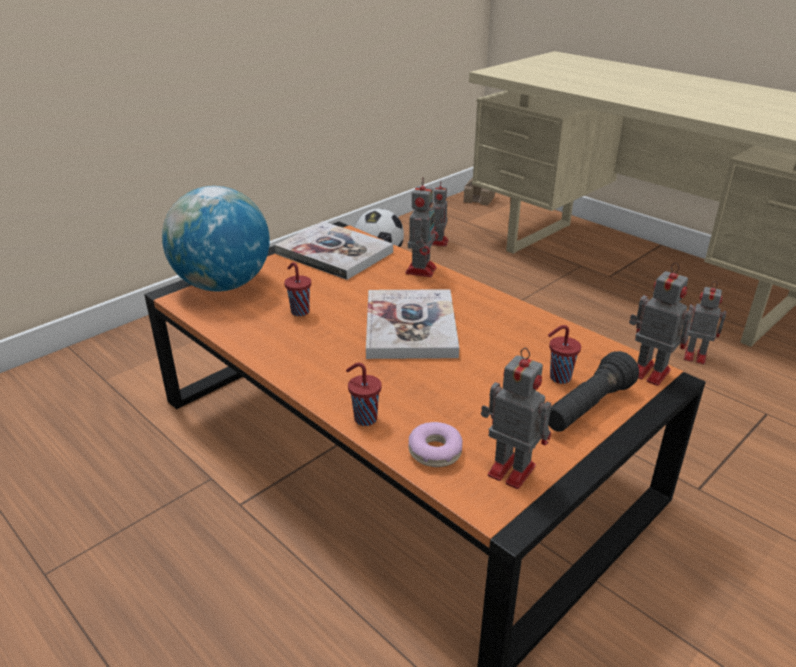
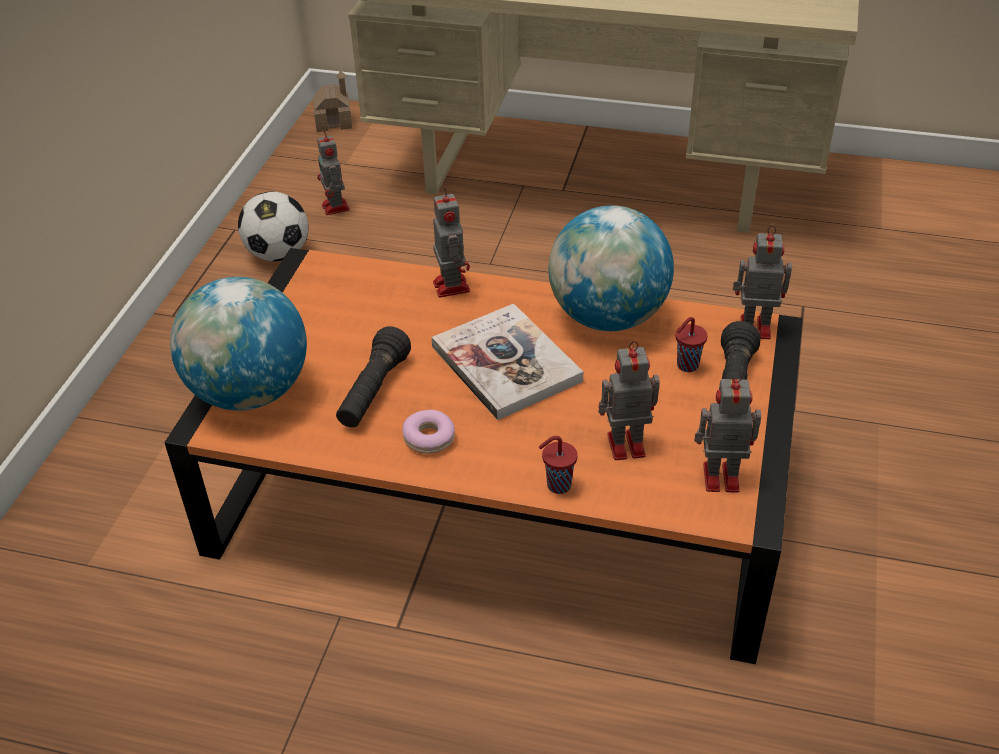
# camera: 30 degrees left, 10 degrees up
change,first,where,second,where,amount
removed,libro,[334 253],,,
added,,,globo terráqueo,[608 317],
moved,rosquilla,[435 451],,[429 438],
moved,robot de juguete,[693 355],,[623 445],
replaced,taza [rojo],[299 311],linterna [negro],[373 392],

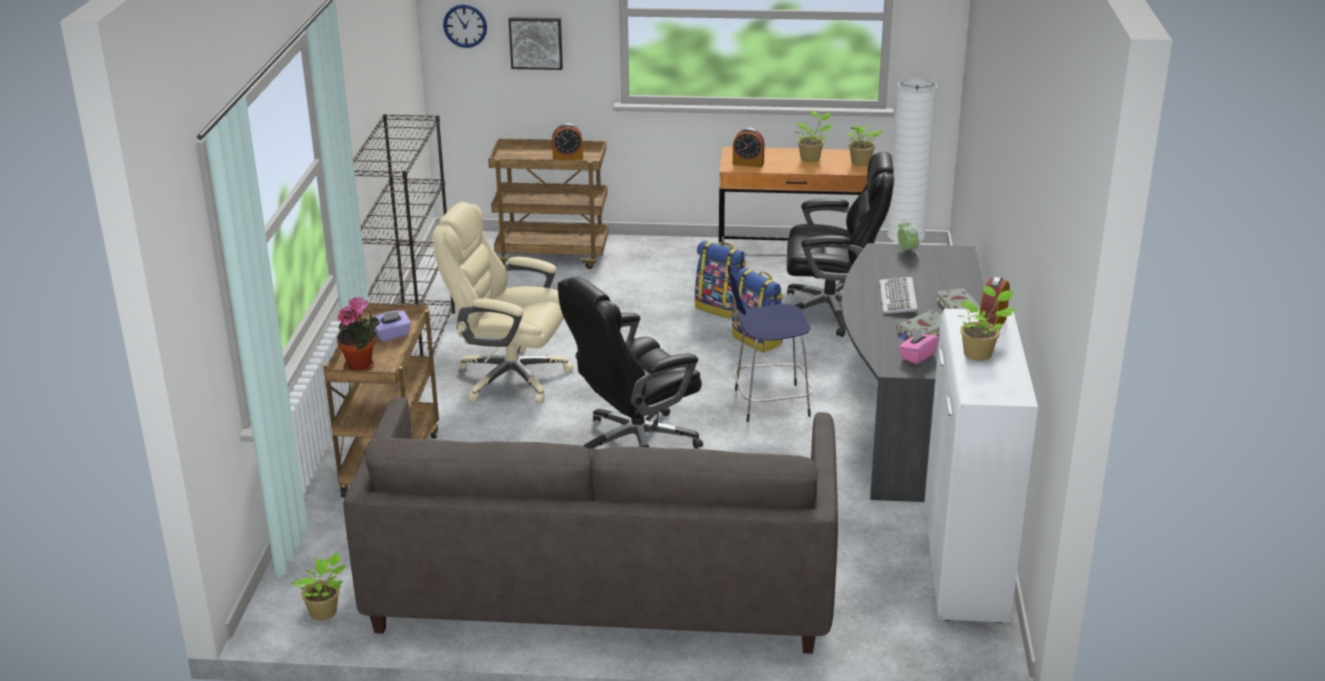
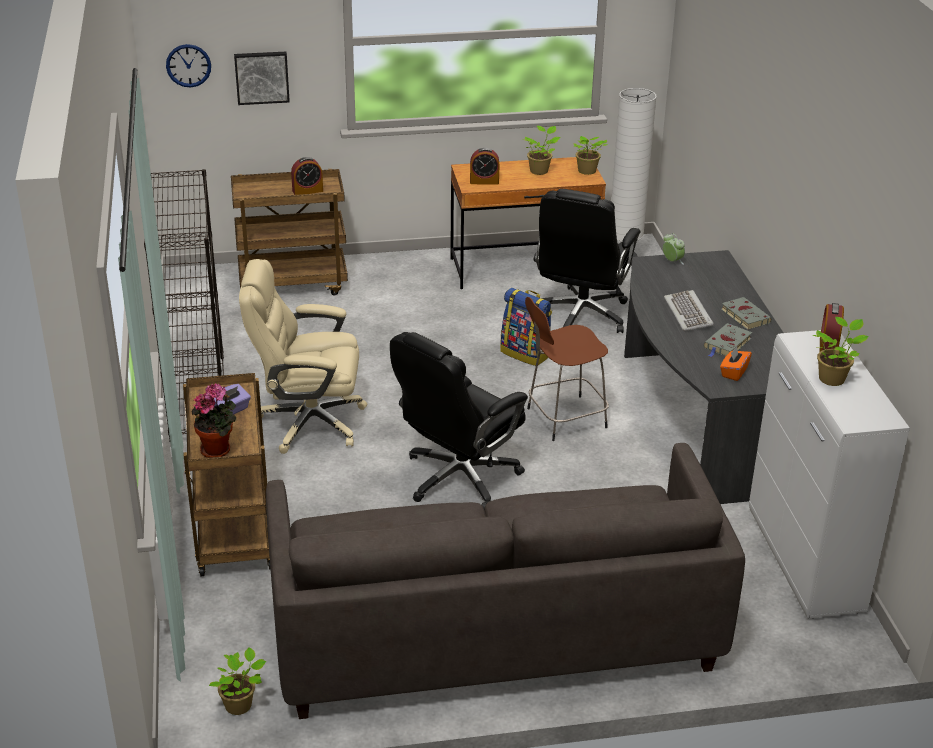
# camera: 15 degrees left, 5 degrees up
change,first,where,second,where,amount
removed,mochila,[721 308],,,
recoloured,taburete [azul],[768 403],taburete [marrón],[563 418],
recoloured,caja de pañuelos [rosa],[917 356],caja de pañuelos [naranja],[734 372],
turned,silla de oficina [negro],[832 311],,[581 315],120 degrees clockwise

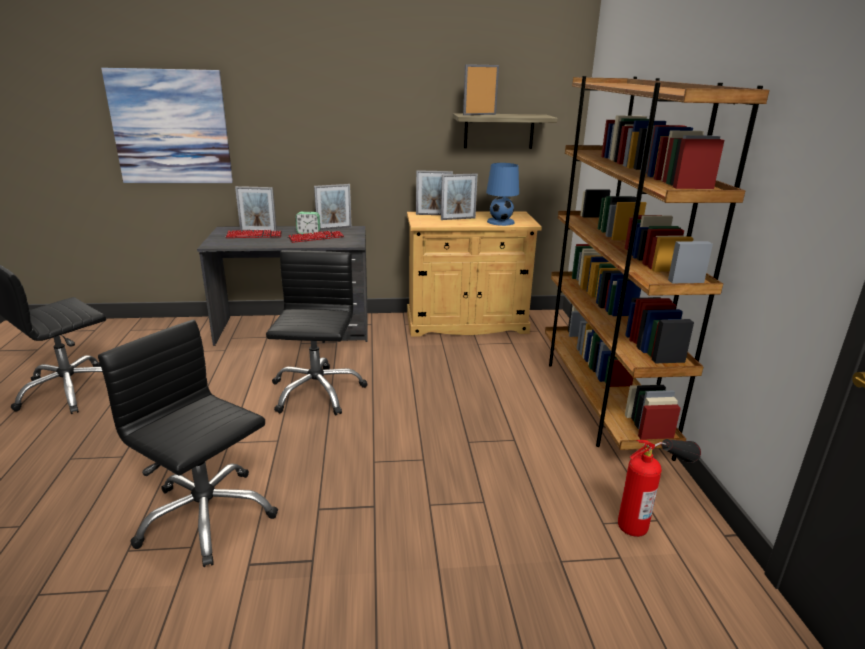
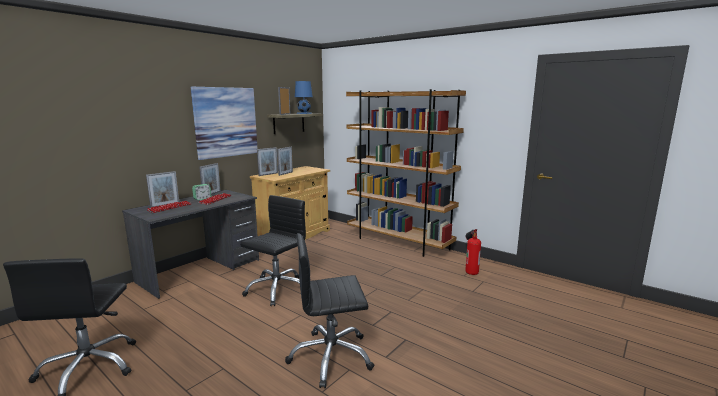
# camera: 45 degrees left, 10 degrees down
change,first,where,second,where,amount
moved,cuadro,[171 127],,[226 122],
moved,lámpara de mesa [azul],[500 222],,[304 113],
turned,silla de oficina [negro],[316 391],,[277 289],75 degrees clockwise

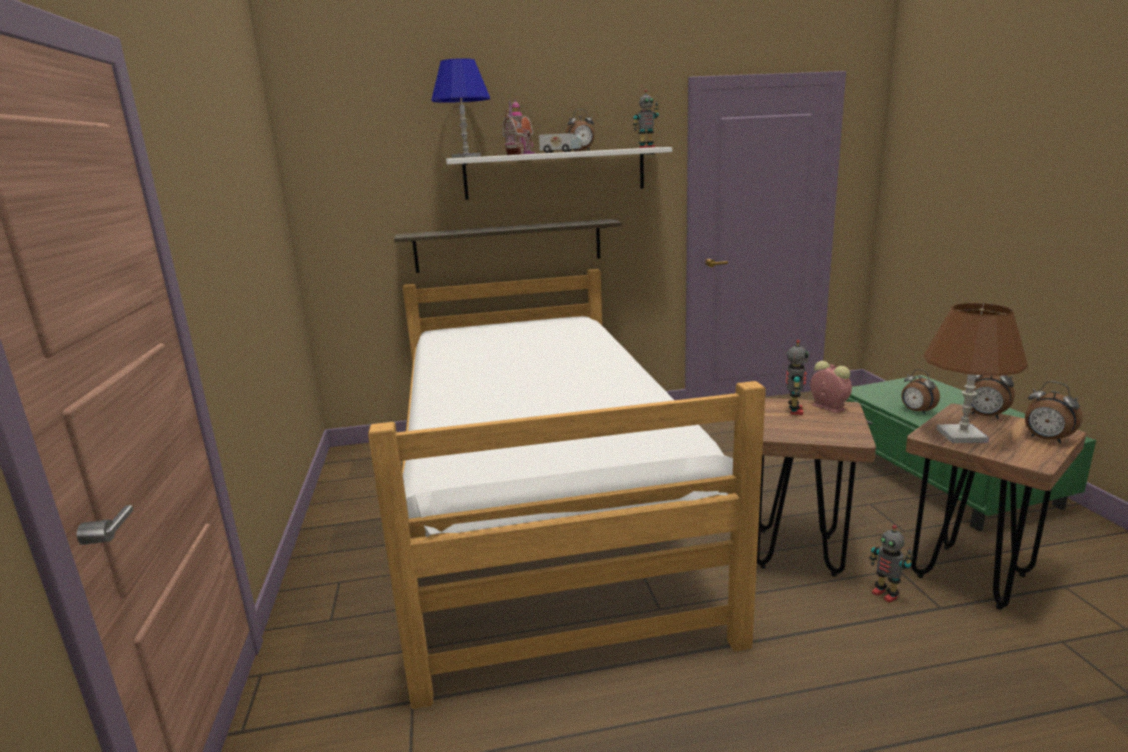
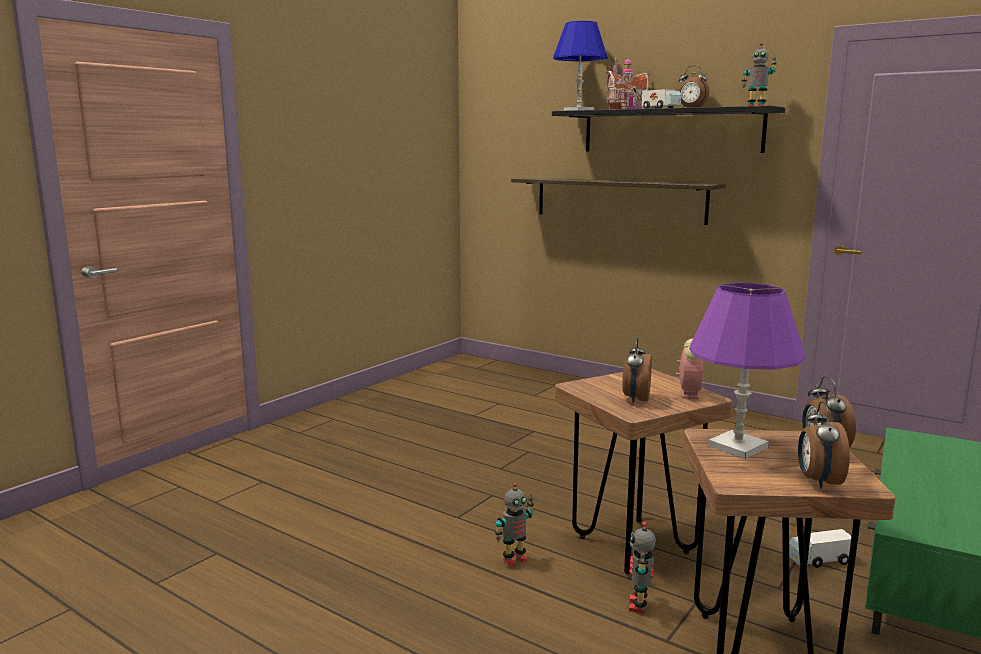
# camera: 45 degrees right, 5 degrees down
change,first,where,second,where,amount
removed,cama,[541 511],,,
added,,,camión de juguete,[819 560],
moved,robot de juguete,[794 411],,[514 559],
moved,despertador,[916 411],,[635 399],
recoloured,estante [blanco],[555 173],estante [negro],[670 131],
recoloured,lámpara de mesa [marrón],[962 436],lámpara de mesa [morado],[737 447],

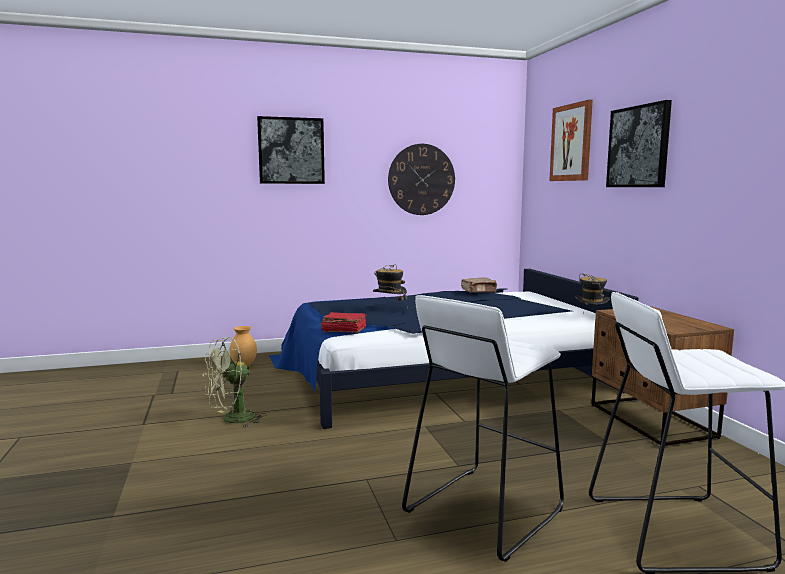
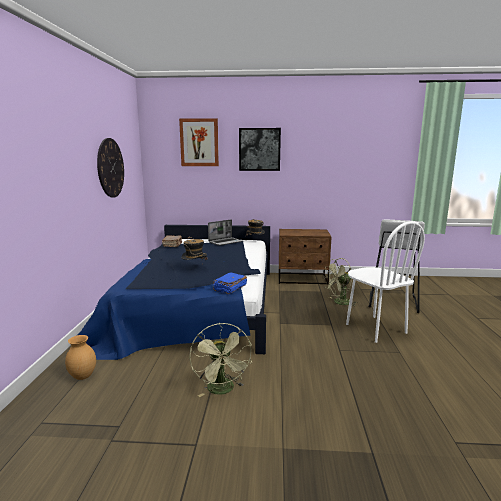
# camera: 70 degrees left, 5 degrees up
change,first,where,second,where,amount
removed,cuadro,[291 151],,,
added,,,portátil,[225 242],
added,,,ventilador [verde],[339 303],
replaced,taburete [blanco],[482 510],silla [blanco],[375 329],
recoloured,libro [rojo],[343 330],libro [azul],[229 288],

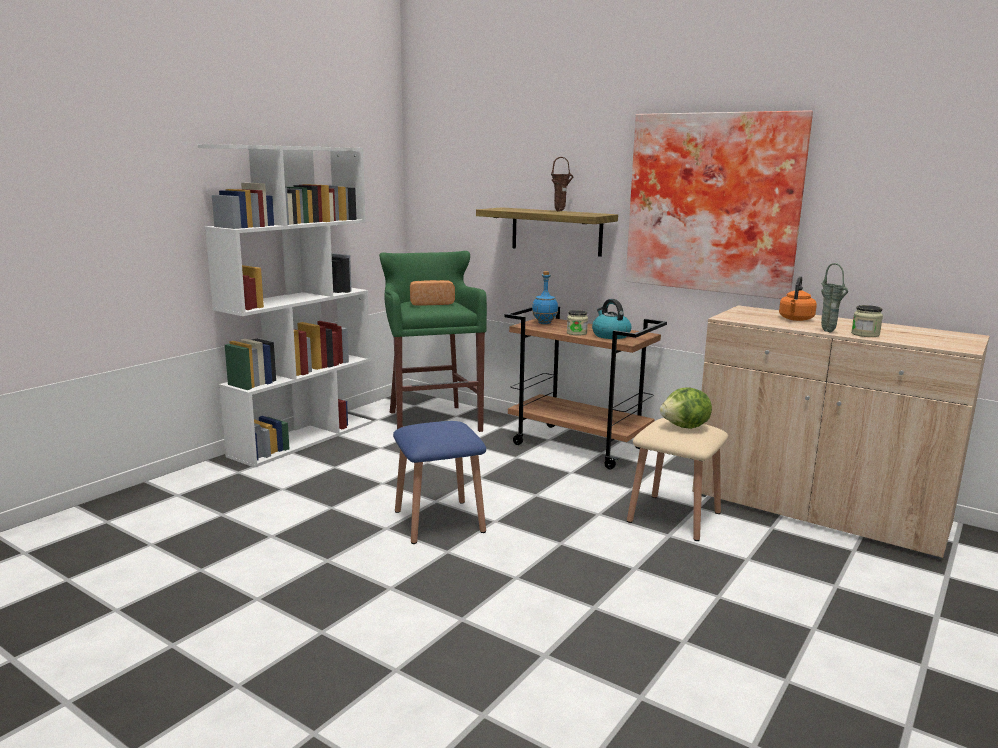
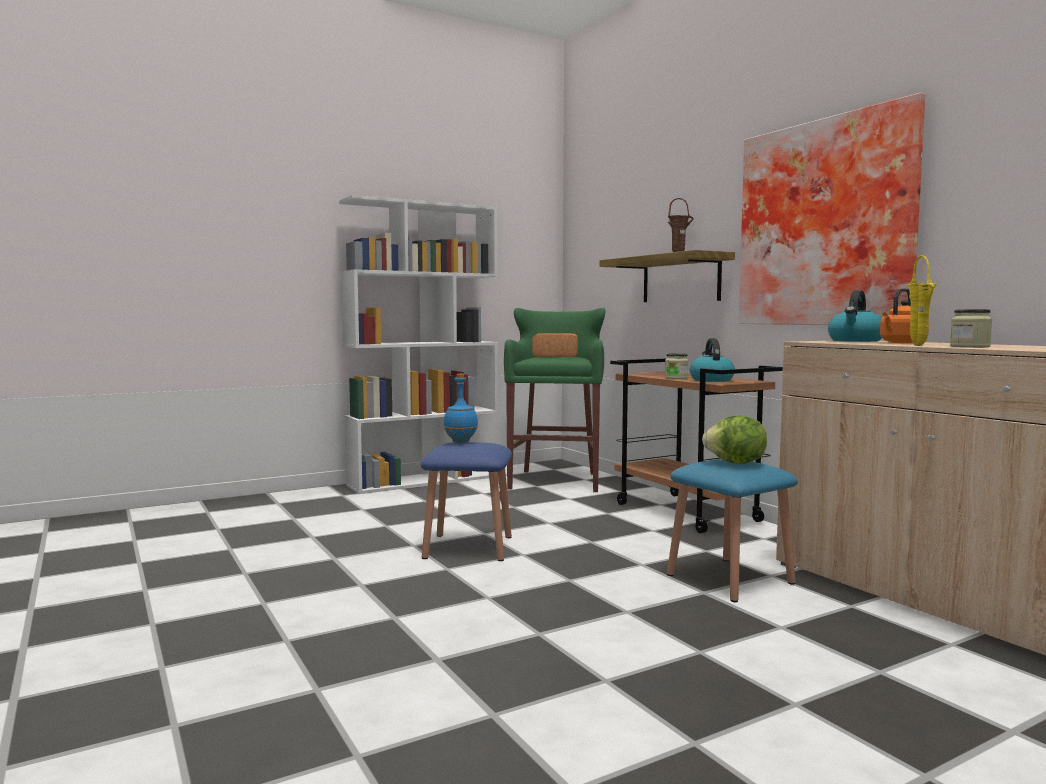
# camera: 25 degrees right, 10 degrees down
change,first,where,second,where,amount
added,,,hervidor,[855 341],
moved,botella [azul],[544 323],,[461 442],
recoloured,taburete [beis],[674 517],taburete [azul],[730 579],
recoloured,florero [verde],[829 332],florero [amarillo],[920 345],

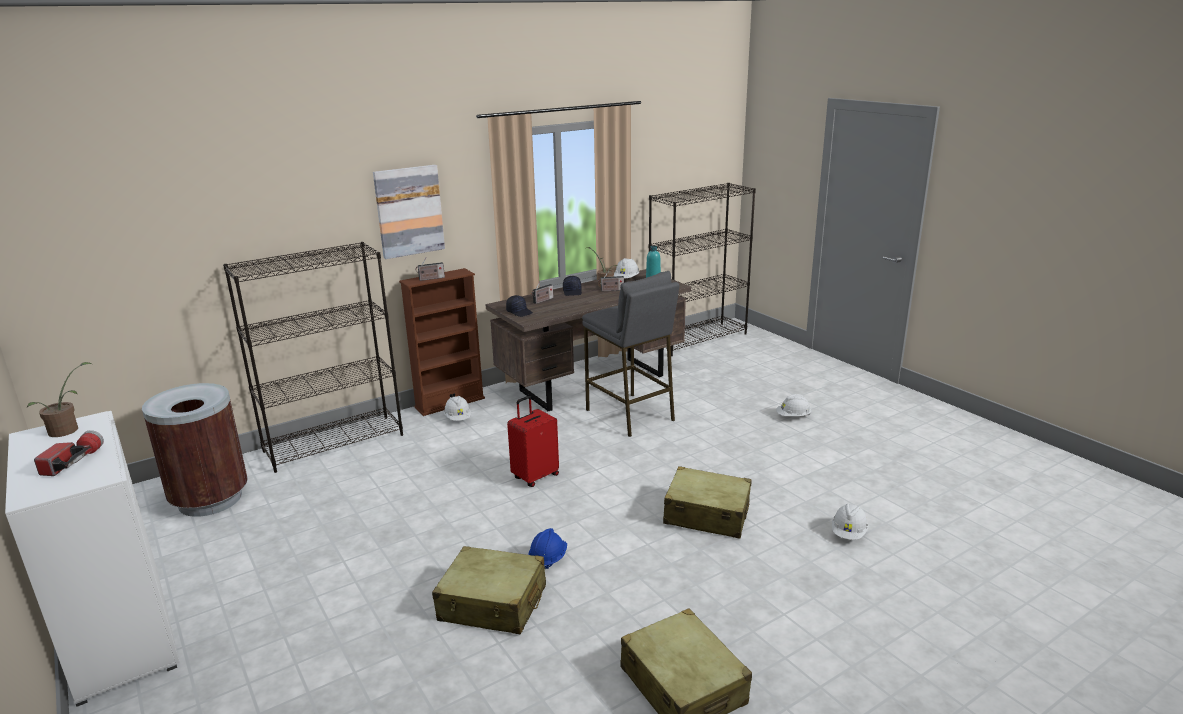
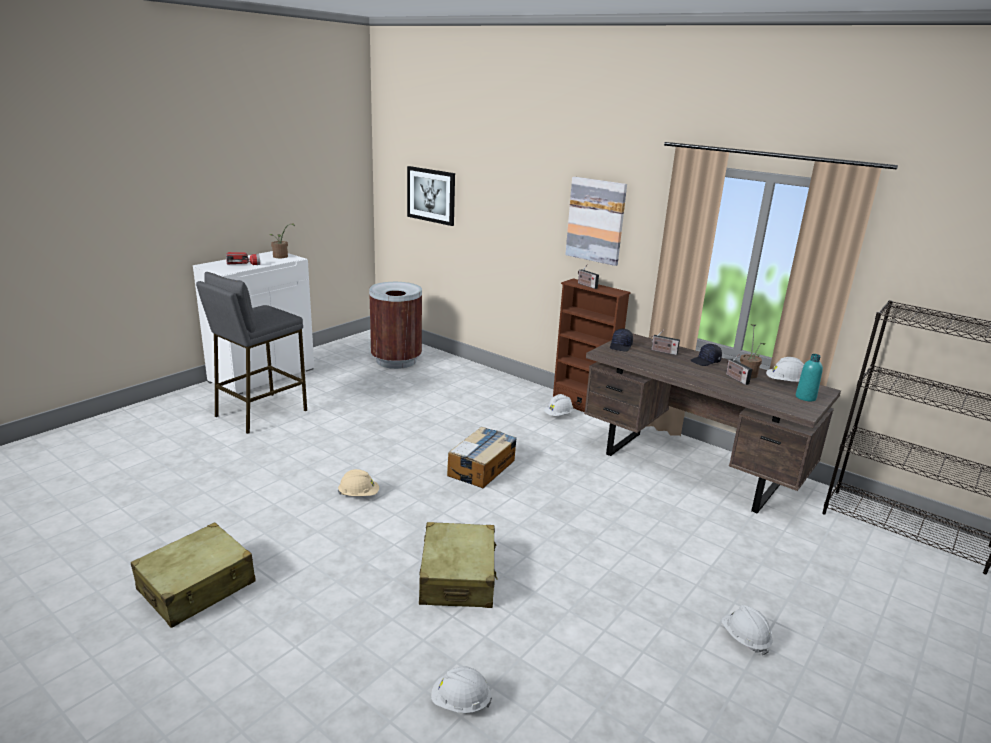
# camera: 70 degrees right, 0 degrees up
change,first,where,second,where,amount
removed,estantería [negro],[334 442],,,
removed,maleta [beis],[493 604],,,
added,,,cuadro,[431 195],
moved,taburete [gris],[630 415],,[260 413],
replaced,maleta [rojo],[535 476],caja de cartón,[482 467],
recoloured,casco [azul],[548 559],casco [beis],[359 495],

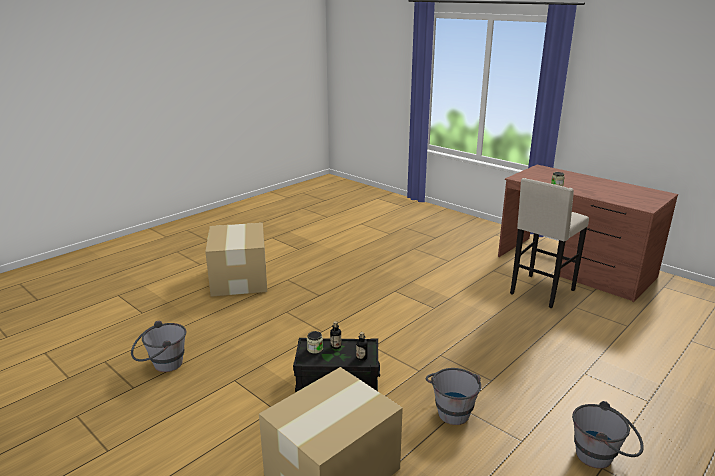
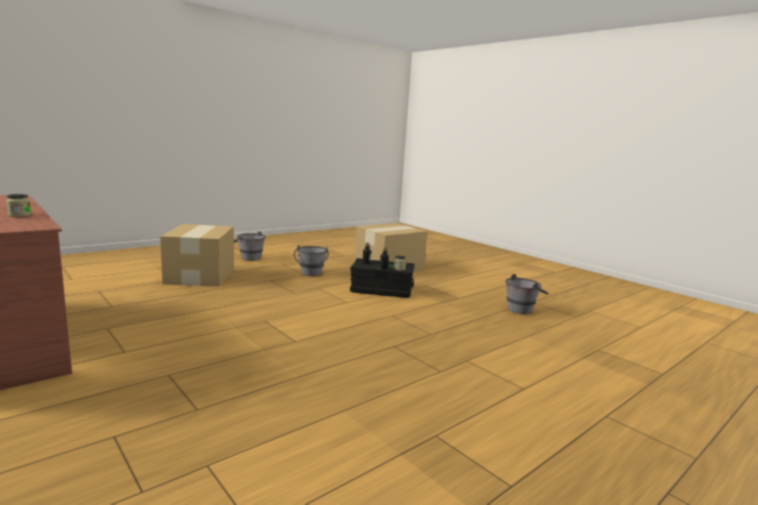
# camera: 175 degrees left, 10 degrees down
change,first,where,second,where,amount
removed,taburete [beis],[540 292],,,
moved,caja de cartón,[239 279],,[201 275],

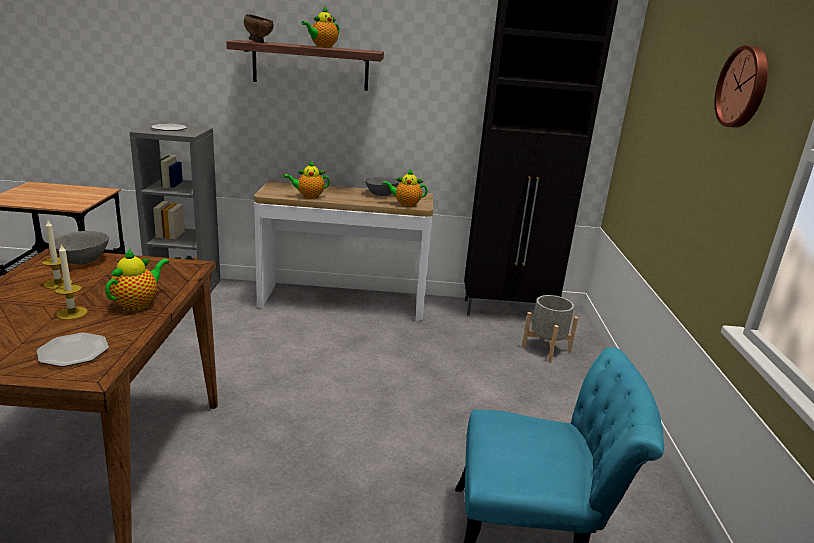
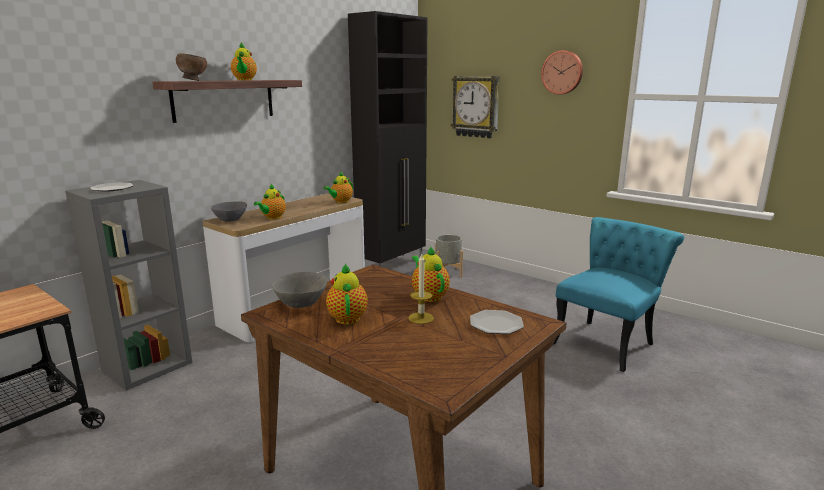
# camera: 50 degrees left, 5 degrees down
change,first,where,second,where,amount
added,,,reloj de pared,[476 106],
moved,cuenco [gris],[381 194],,[230 219],
replaced,vela,[58 284],tetera,[347 317],

